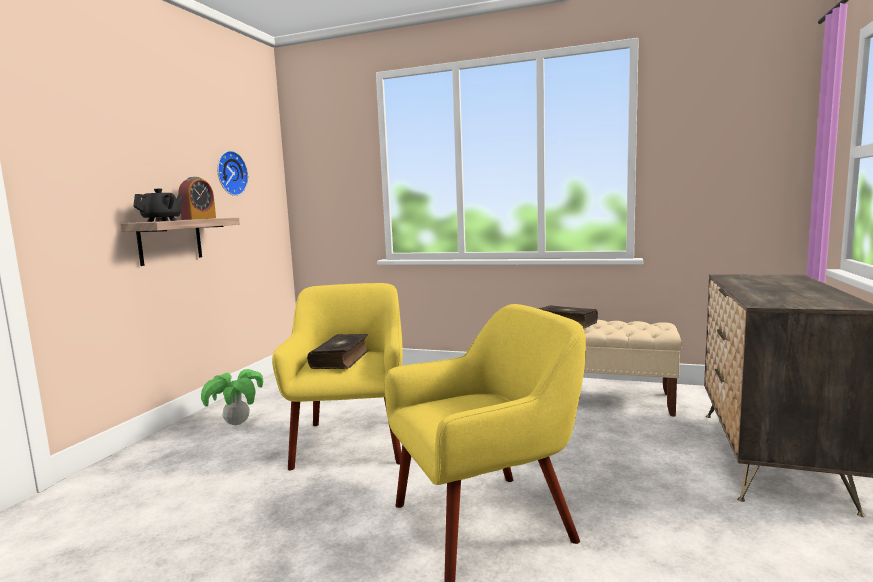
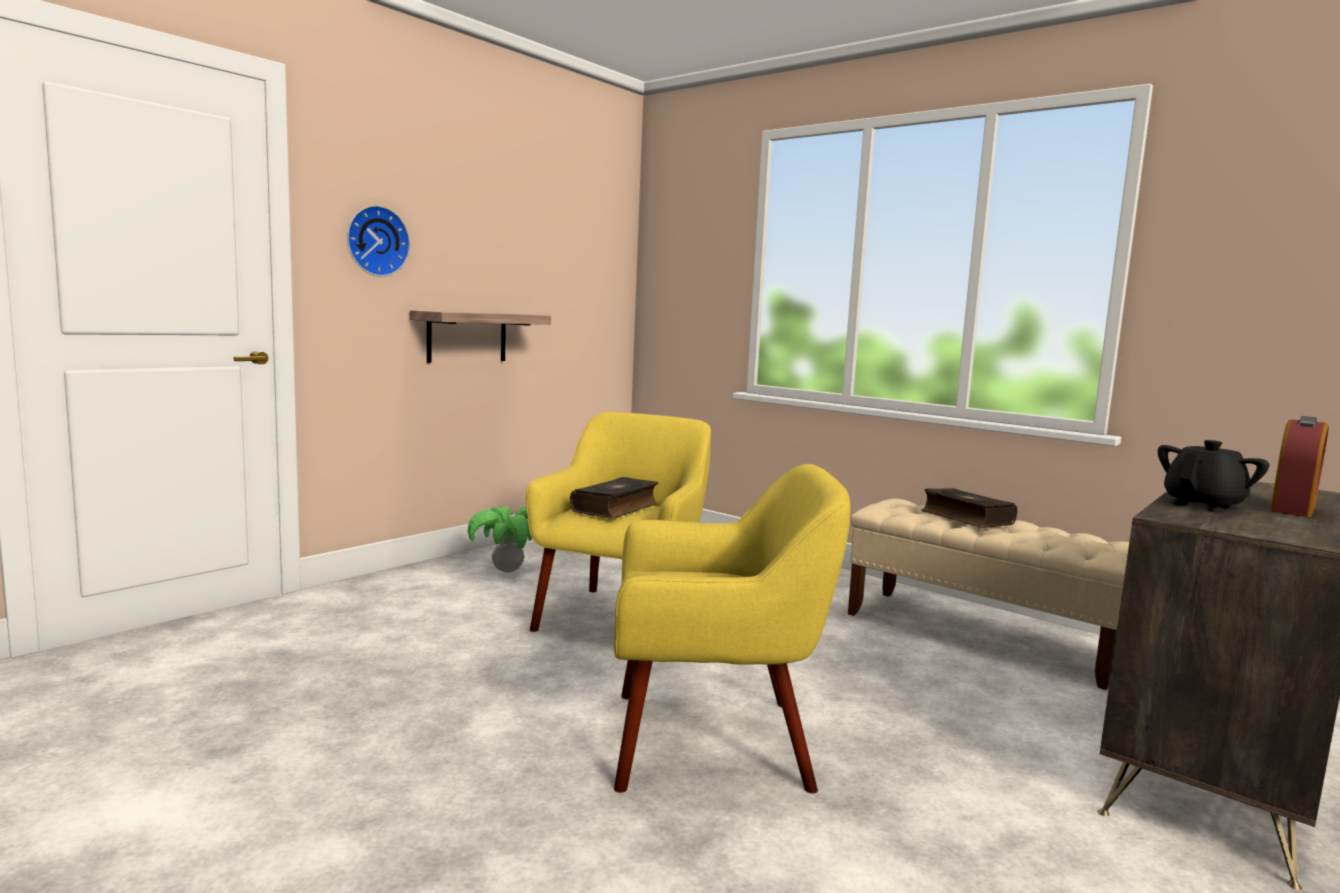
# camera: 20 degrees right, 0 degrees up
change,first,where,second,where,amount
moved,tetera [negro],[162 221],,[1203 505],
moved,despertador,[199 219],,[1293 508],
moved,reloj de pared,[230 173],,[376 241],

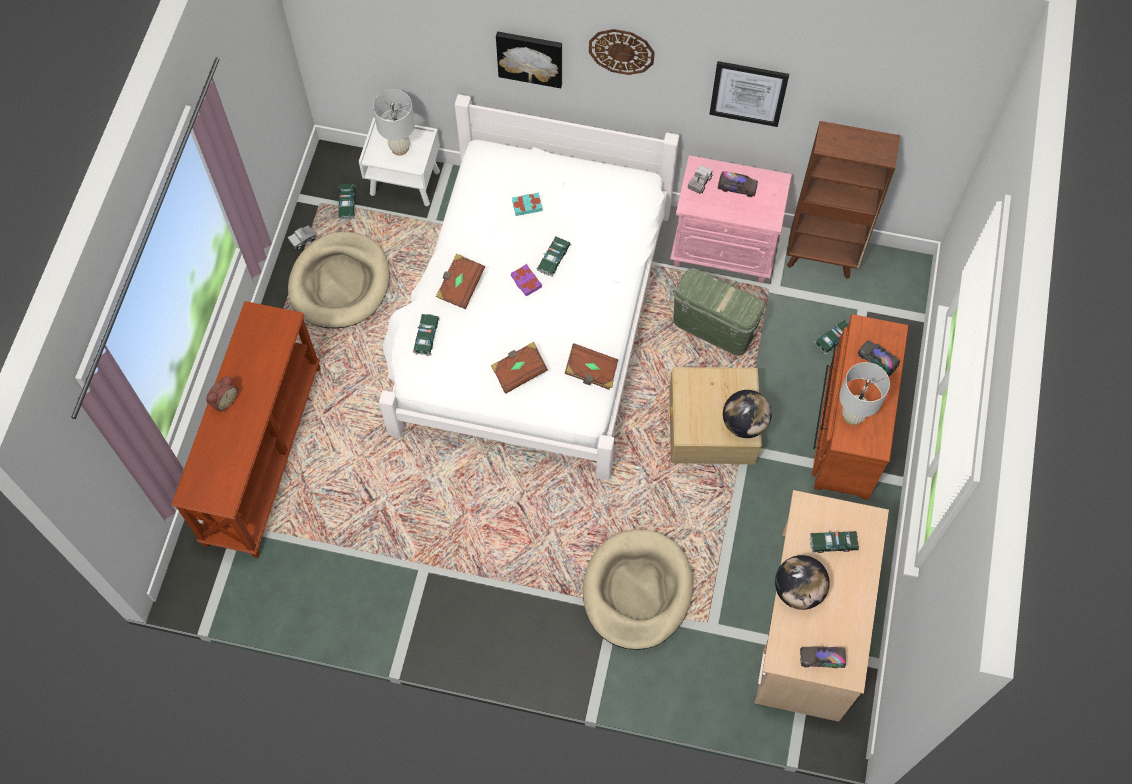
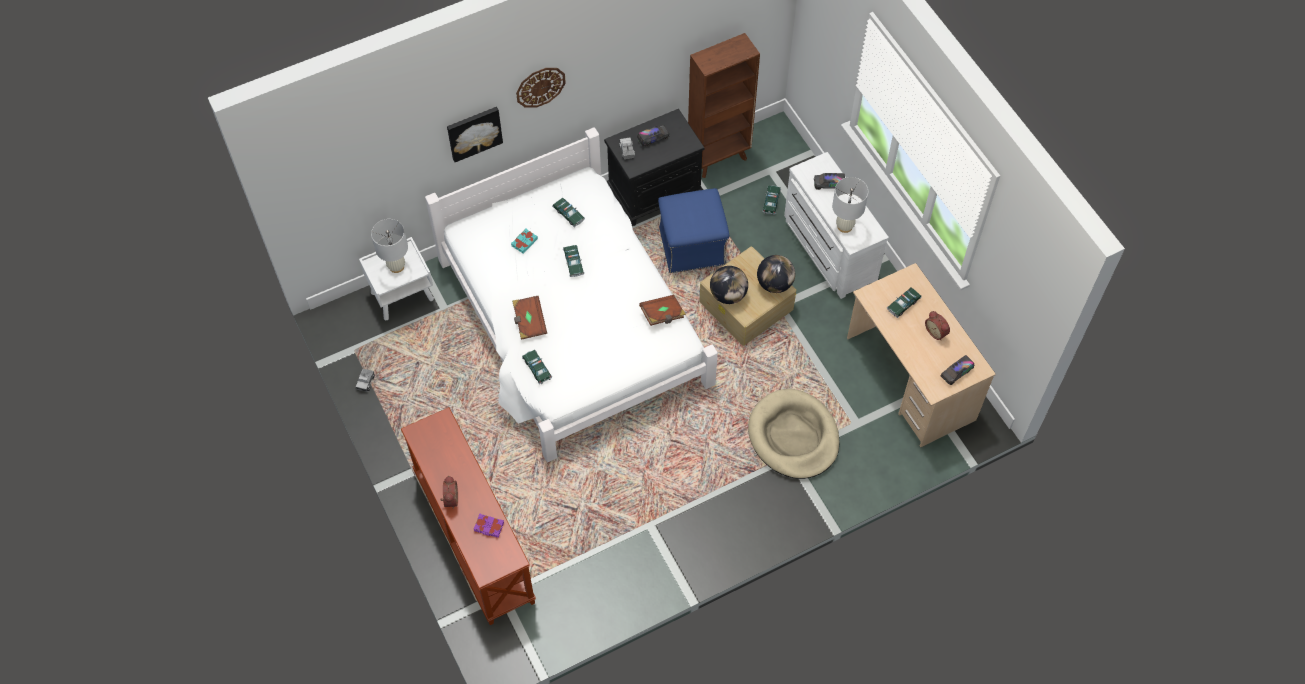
# camera: 40 degrees left, 5 degrees down
change,first,where,second,where,amount
removed,cama para perro [beis],[340 283],,,
removed,libro [marrón],[519 371],,,
removed,cuadro,[748 93],,,
added,,,despertador,[936 332],
moved,coche de juguete,[347 204],,[568 214],
moved,libro [morado],[526 282],,[489 527],
moved,globo terráqueo,[798 590],,[728 295],
replaced,caja de almacenaje [verde],[714 327],puf [azul],[693 246],
recoloured,mesita de noche [rosa],[725 249],mesita de noche [negro],[655 194],
recoloured,cómoda [marrón],[847 428],cómoda [blanco],[827 249],

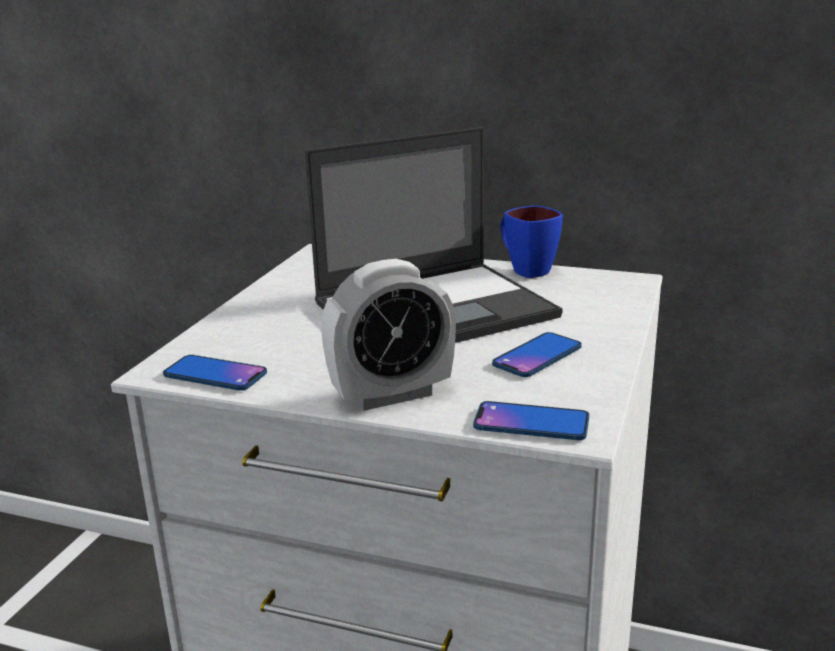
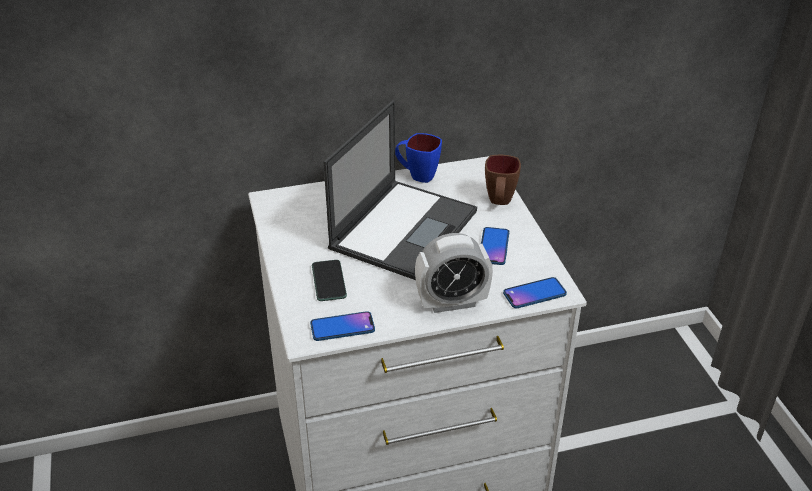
# camera: 35 degrees left, 15 degrees up
change,first,where,second,where,amount
added,,,móvil,[329 281],
added,,,taza grande [marrón],[499 203],
turned,despertador,[391 394],,[452 302],45 degrees clockwise

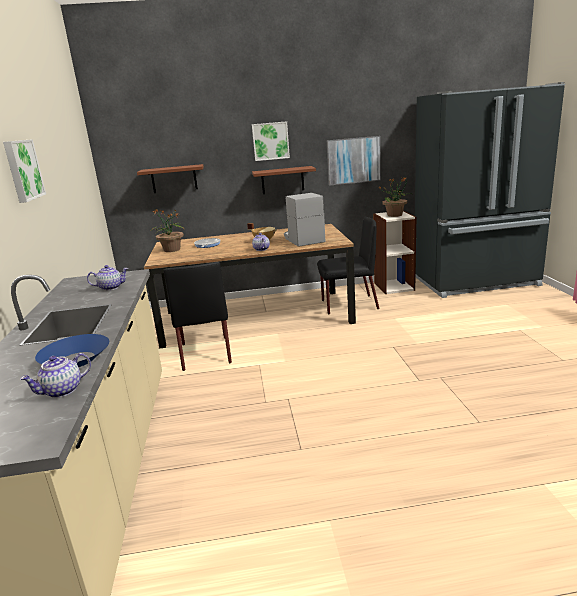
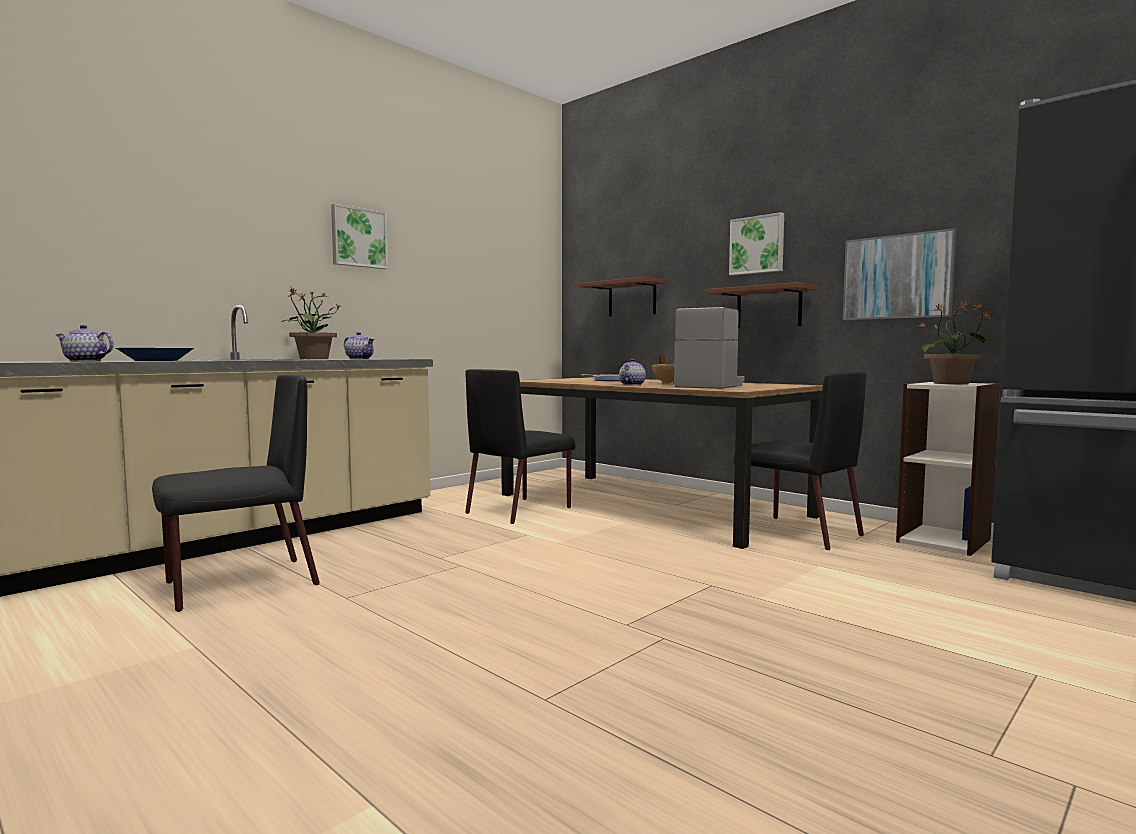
# camera: 50 degrees right, 15 degrees down
change,first,where,second,where,amount
added,,,silla [negro],[239 584],
moved,planta en maceta,[172 250],,[313 358],

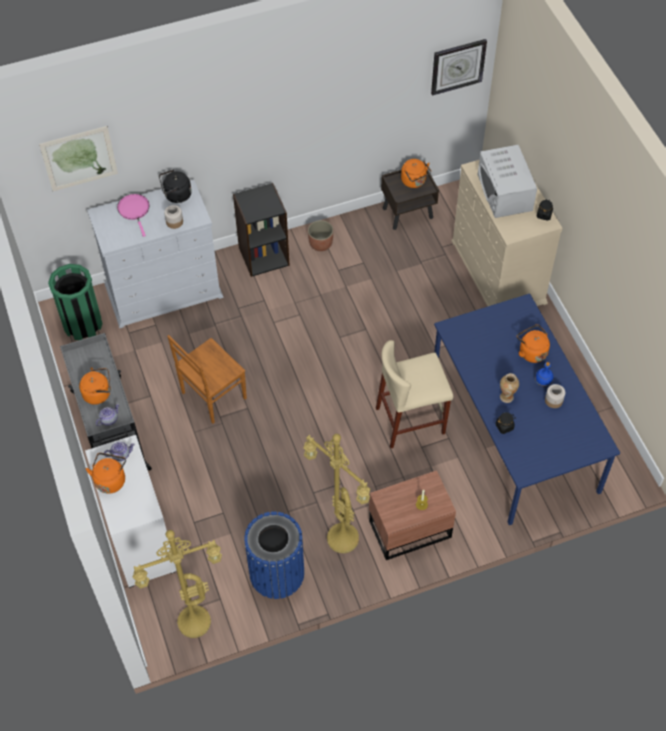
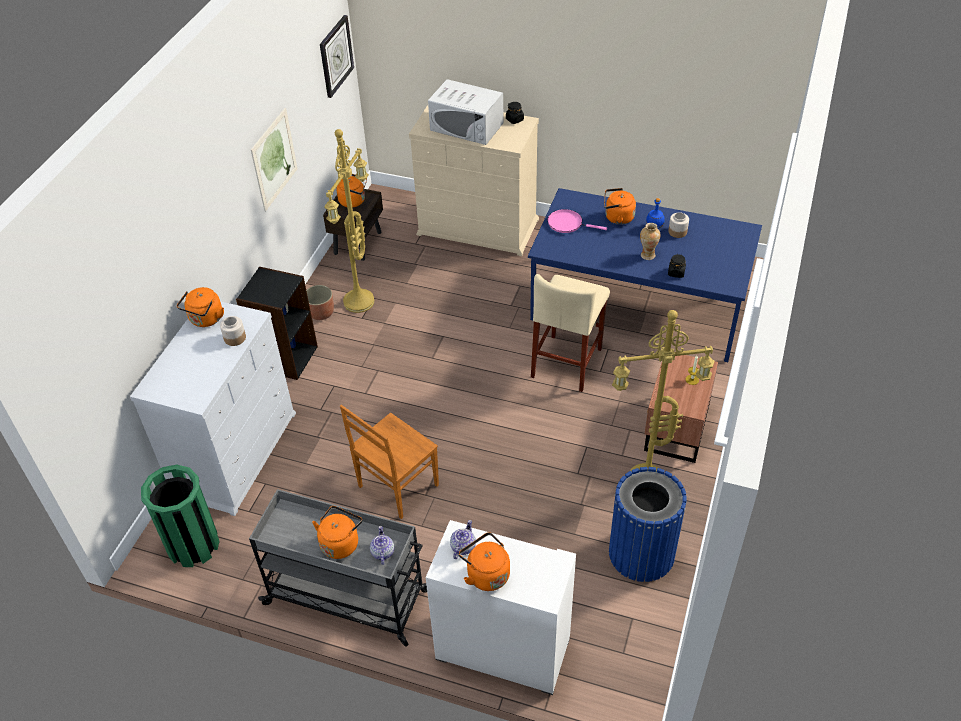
# camera: 50 degrees left, 10 degrees down
change,first,where,second,where,amount
moved,cuadro,[79 158],,[274 159],
moved,sartén [rosa],[134 210],,[567 223],
moved,lámpara de pie [amarillo],[193 624],,[360 303],
recoloured,hervidor [negro],[176 195],hervidor [naranja],[205 320],
turned,silla [marrón],[212 396],,[396 487],45 degrees clockwise

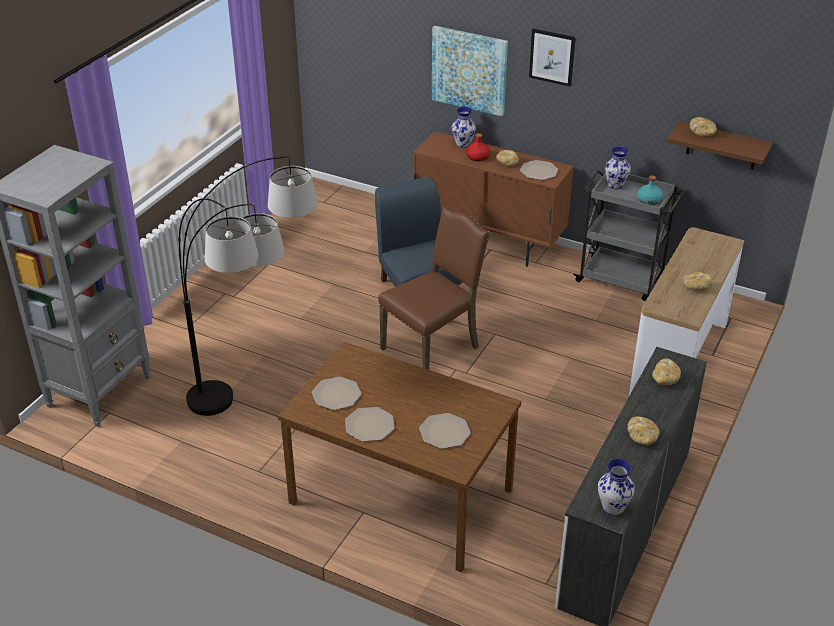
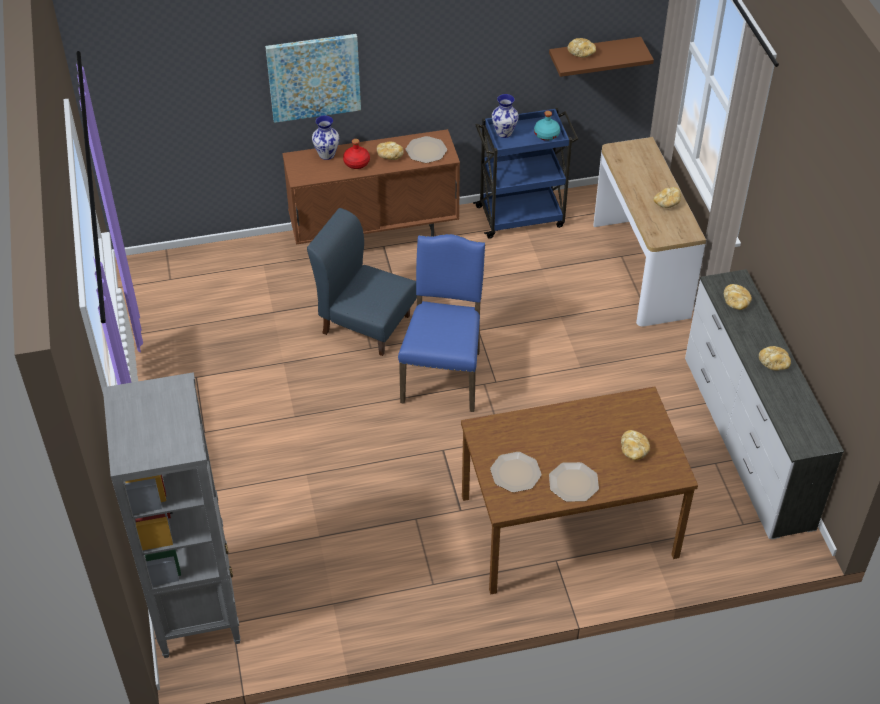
# camera: 40 degrees left, 10 degrees up
change,first,where,second,where,amount
removed,lámpara de pie,[258 418],,,
removed,cuadro,[552 57],,,
removed,florero,[612 507],,,
replaced,plato,[445 432],pan,[634 450],
recoloured,silla [marrón],[433 348],silla [azul],[443 375],
recoloured,carrito [gris],[621 279],carrito [azul],[521 216],

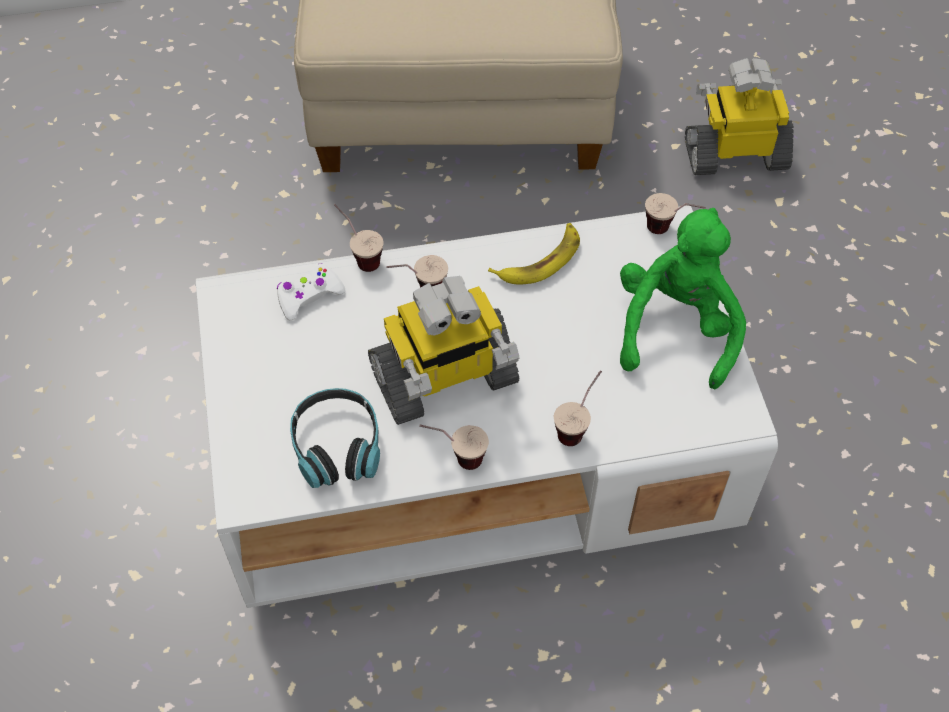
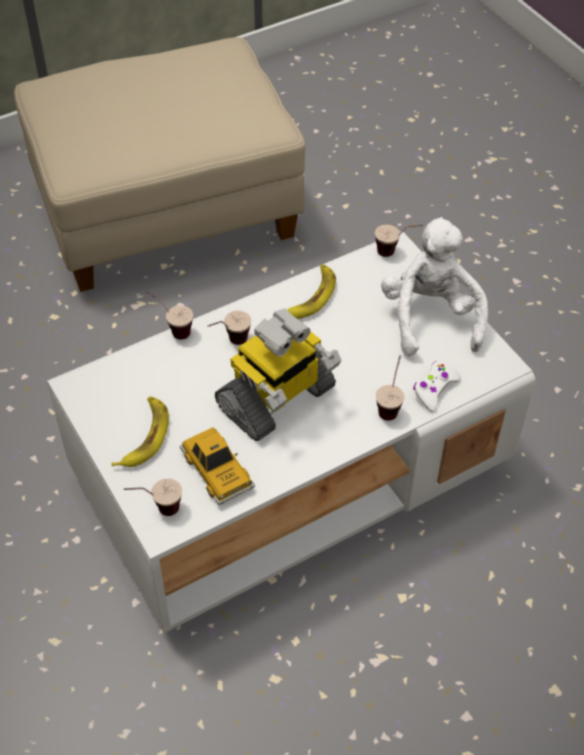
# camera: 20 degrees left, 5 degrees down
change,first,where,second,where,amount
removed,robot de juguete,[735 154],,,
added,,,plátano,[144 436],
moved,mando de consola [blanco],[309 296],,[434 389],
moved,taza,[454 458],,[156 510],
replaced,auriculares,[337 446],coche de juguete,[217 470],
recoloured,peluche [verde],[676 327],peluche [blanco],[430 317],

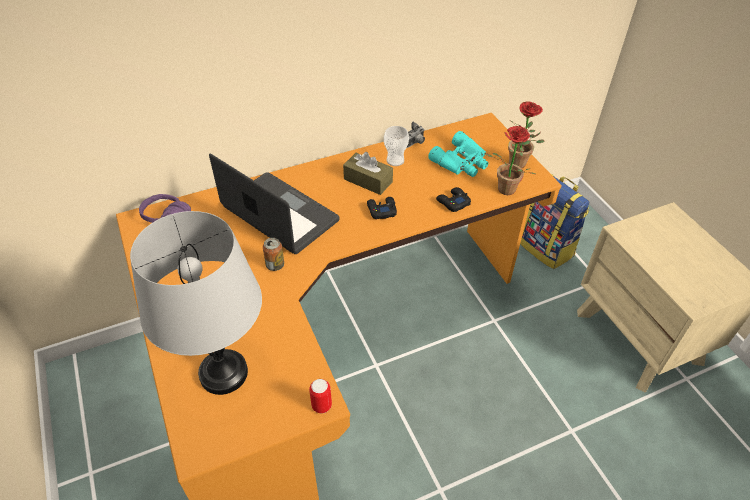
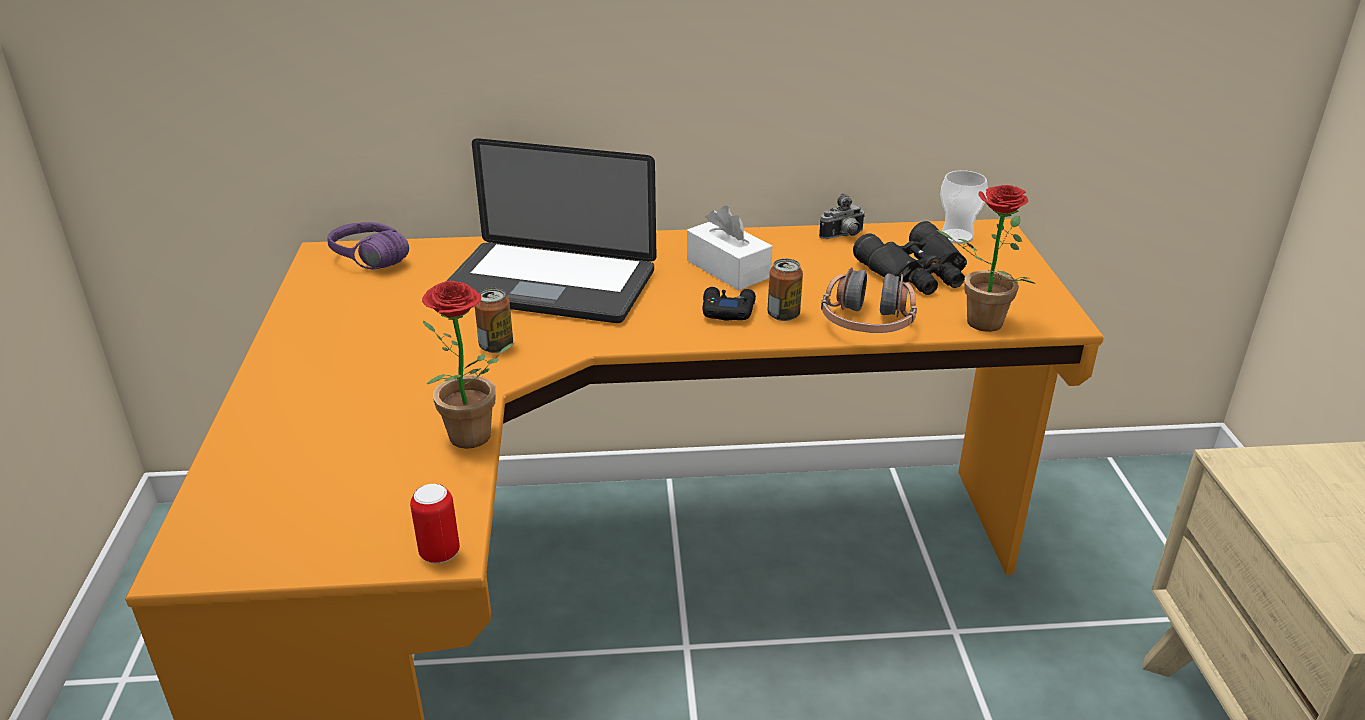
# camera: 20 degrees right, 15 degrees down
change,first,where,second,where,amount
removed,lámpara de mesa [gris],[223 373],,,
removed,mochila,[545 246],,,
added,,,lata,[783 315],
moved,taza,[395 160],,[957 236],
moved,planta en maceta,[520 165],,[473 441],
replaced,mando de consola [negro],[453 202],auriculares,[867 322],
recoloured,caja de pañuelos [marrón],[368 180],caja de pañuelos [blanco],[728 269],
recoloured,prismáticos [turquesa],[462 162],prismáticos [negro],[917 272],
turned,portátil,[280 214],,[549 285],135 degrees clockwise

